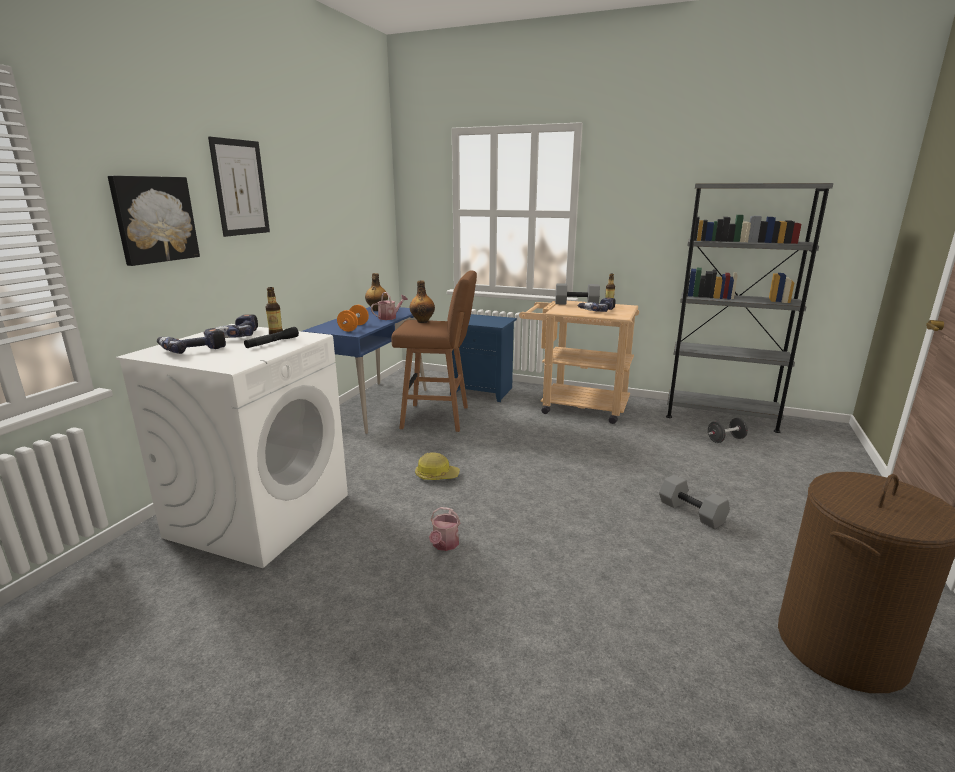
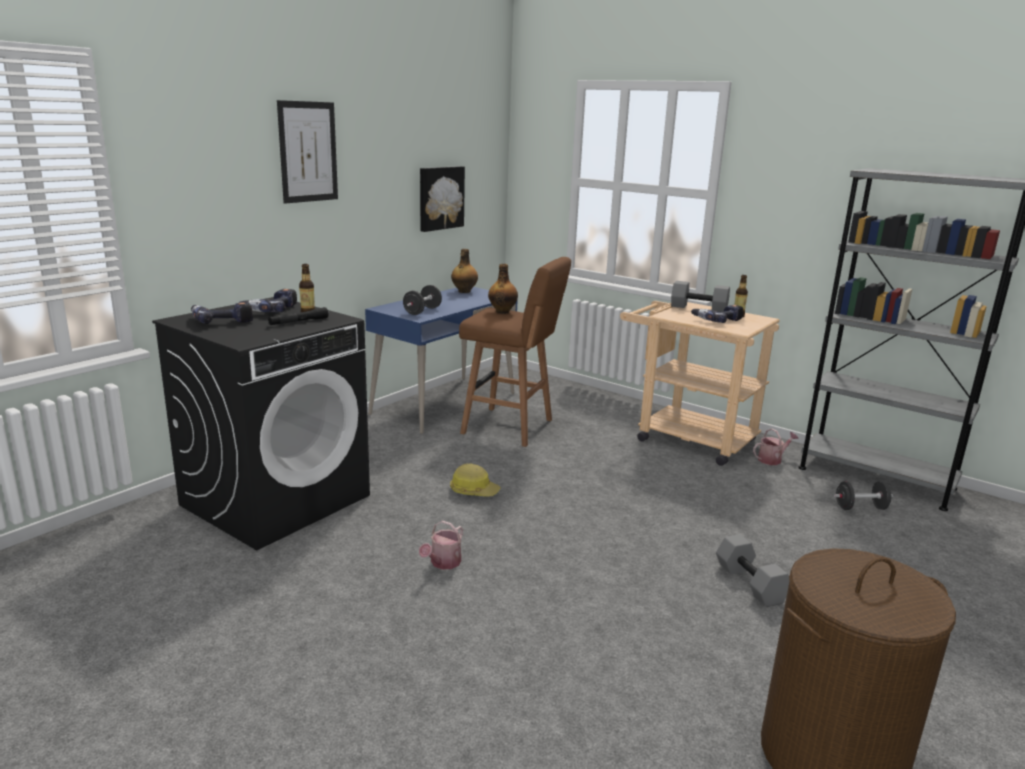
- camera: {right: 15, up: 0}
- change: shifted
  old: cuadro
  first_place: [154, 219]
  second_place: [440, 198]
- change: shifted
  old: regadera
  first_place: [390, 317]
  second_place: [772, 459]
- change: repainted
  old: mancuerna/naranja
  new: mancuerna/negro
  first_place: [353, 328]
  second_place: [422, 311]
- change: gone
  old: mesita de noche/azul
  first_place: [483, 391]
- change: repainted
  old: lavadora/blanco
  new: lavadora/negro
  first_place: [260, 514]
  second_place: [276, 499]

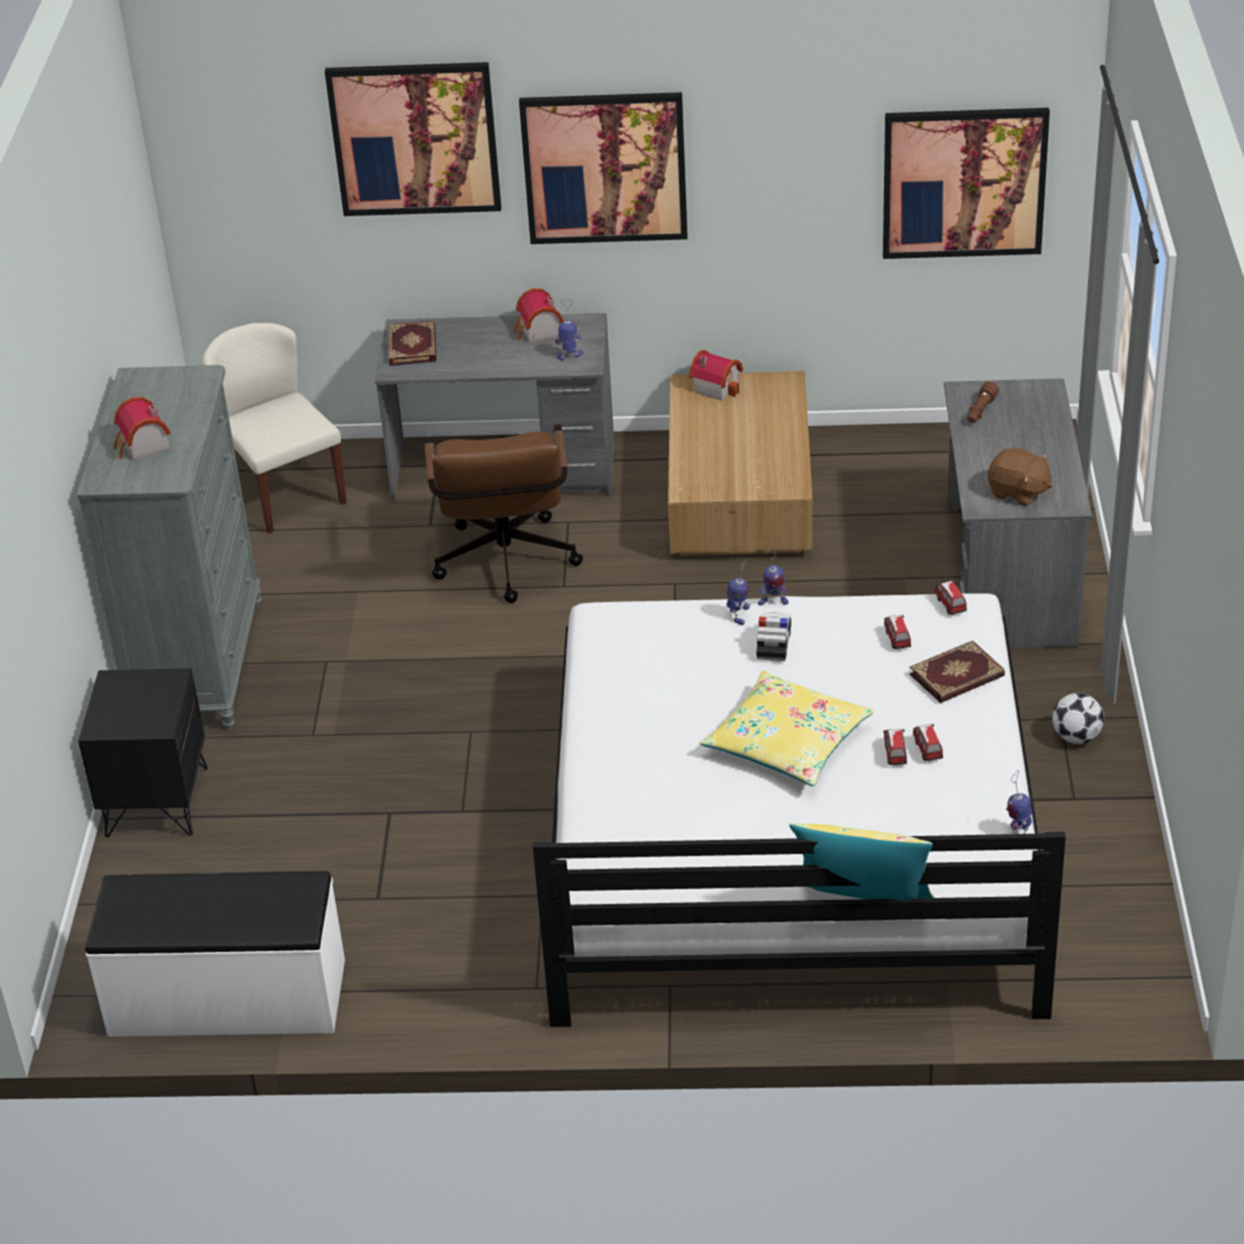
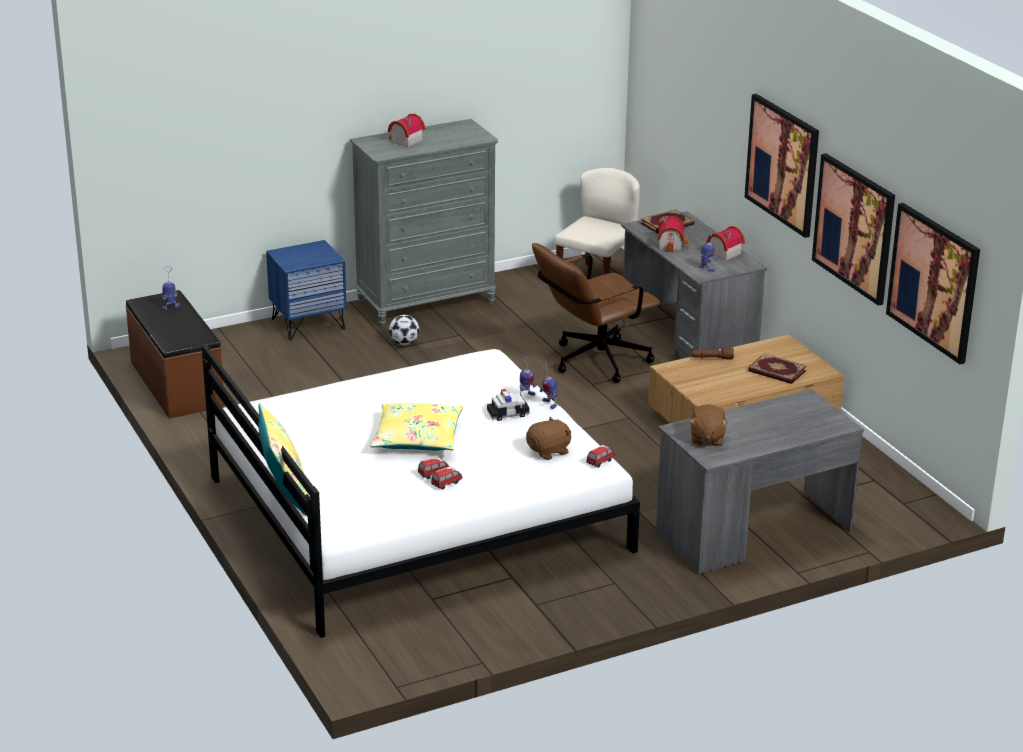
- camera: {right: 60, up: -10}
- change: shifted
  old: cuadro
  first_place: [415, 138]
  second_place: [854, 228]
- change: shifted
  old: casita
  first_place: [717, 386]
  second_place: [672, 245]
- change: shifted
  old: linterna/marrón
  first_place: [980, 411]
  second_place: [712, 358]
- change: swapped
  old: coche de juguete
  new: peluche/marrón
  first_place: [896, 639]
  second_place: [549, 451]
- change: shifted
  old: libro
  first_place: [957, 676]
  second_place: [776, 371]
- change: repainted
  old: mesita de noche/negro
  new: mesita de noche/azul
  first_place: [156, 802]
  second_place: [308, 324]
- change: shifted
  old: balón de fútbol
  first_place: [1076, 737]
  second_place: [404, 343]
- change: shifted
  old: robot de juguete
  first_place: [1018, 832]
  second_place: [171, 307]
- change: repainted
  old: banco/blanco
  new: banco/marrón
  first_place: [227, 999]
  second_place: [176, 384]

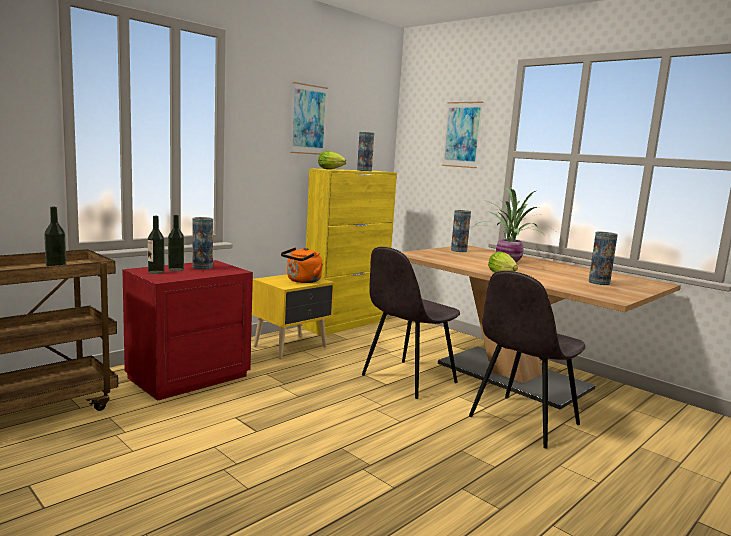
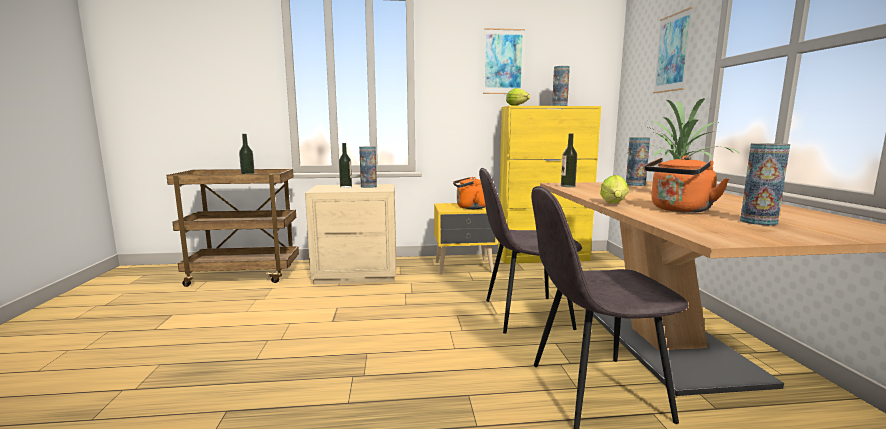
- camera: {right: 40, up: 0}
- change: shifted
  old: botella
  first_place: [156, 272]
  second_place: [568, 186]
- change: repainted
  old: mesita de noche/rojo
  new: mesita de noche/beis
  first_place: [188, 377]
  second_place: [356, 274]
- change: new
  new: hervidor/naranja
  second_place: [679, 210]

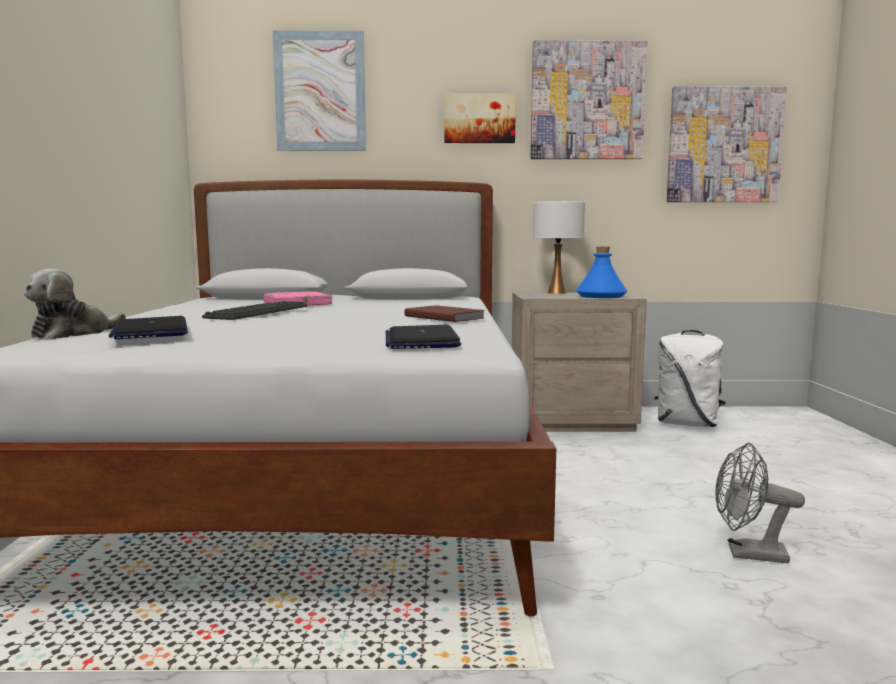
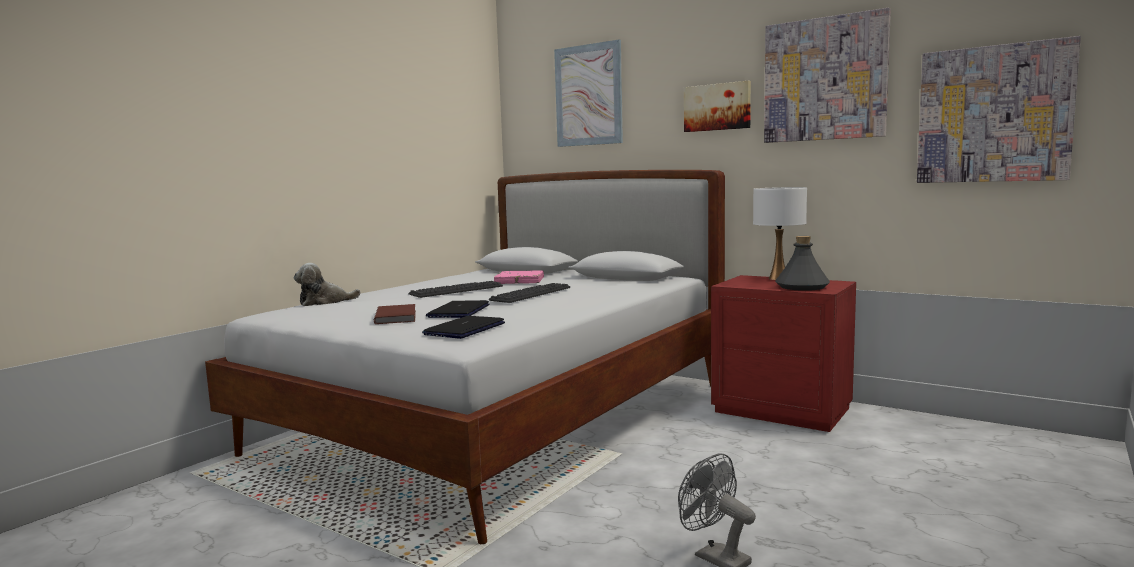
- camera: {right: 35, up: 0}
- change: repainted
  old: botella/azul
  new: botella/gris
  first_place: [600, 296]
  second_place: [801, 287]
- change: repainted
  old: mesita de noche/beis
  new: mesita de noche/rojo
  first_place: [571, 420]
  second_place: [782, 410]
- change: shifted
  old: libro/marrón
  first_place: [445, 317]
  second_place: [397, 316]
- change: shifted
  old: portátil
  first_place: [151, 331]
  second_place: [459, 311]
- change: gone
  old: mochila/blanco
  first_place: [687, 424]
- change: new
  new: teclado
  second_place: [531, 294]

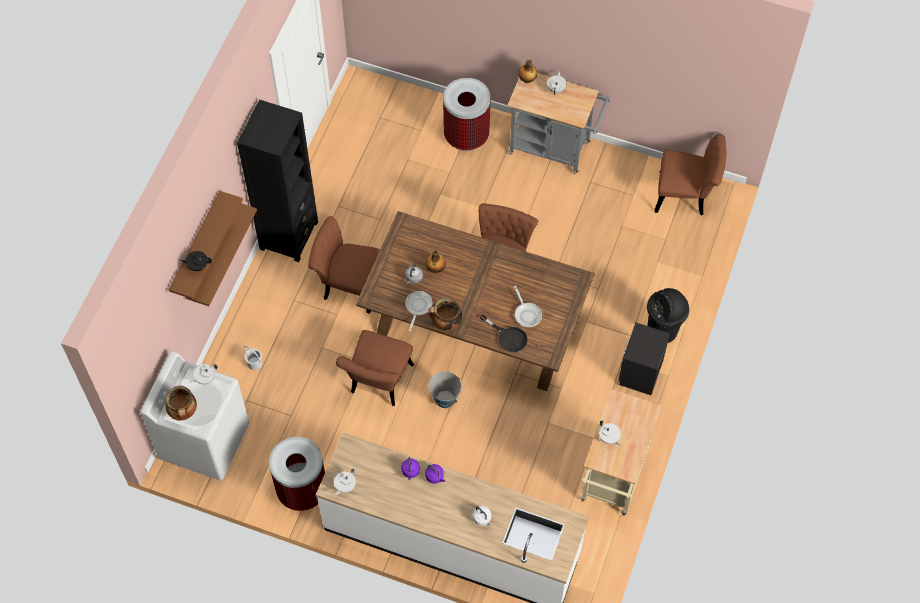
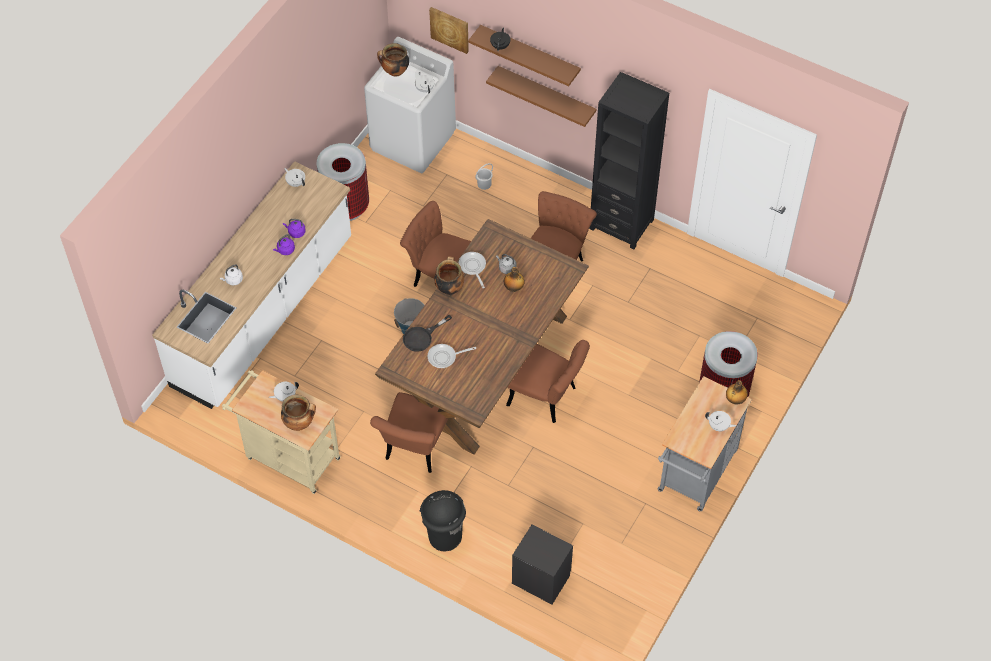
- camera: {right: 100, up: -5}
- change: shifted
  old: silla/marrón
  first_place: [686, 195]
  second_place: [414, 449]
- change: rotated
  old: sartén
  first_place: [418, 307]
  second_place: [473, 267]
  degrees: -135
- change: shifted
  old: mesita de noche/negro
  first_place: [640, 372]
  second_place: [541, 579]
- change: new
  new: cuadro
  second_place: [450, 29]
- change: new
  new: olla
  second_place: [299, 423]

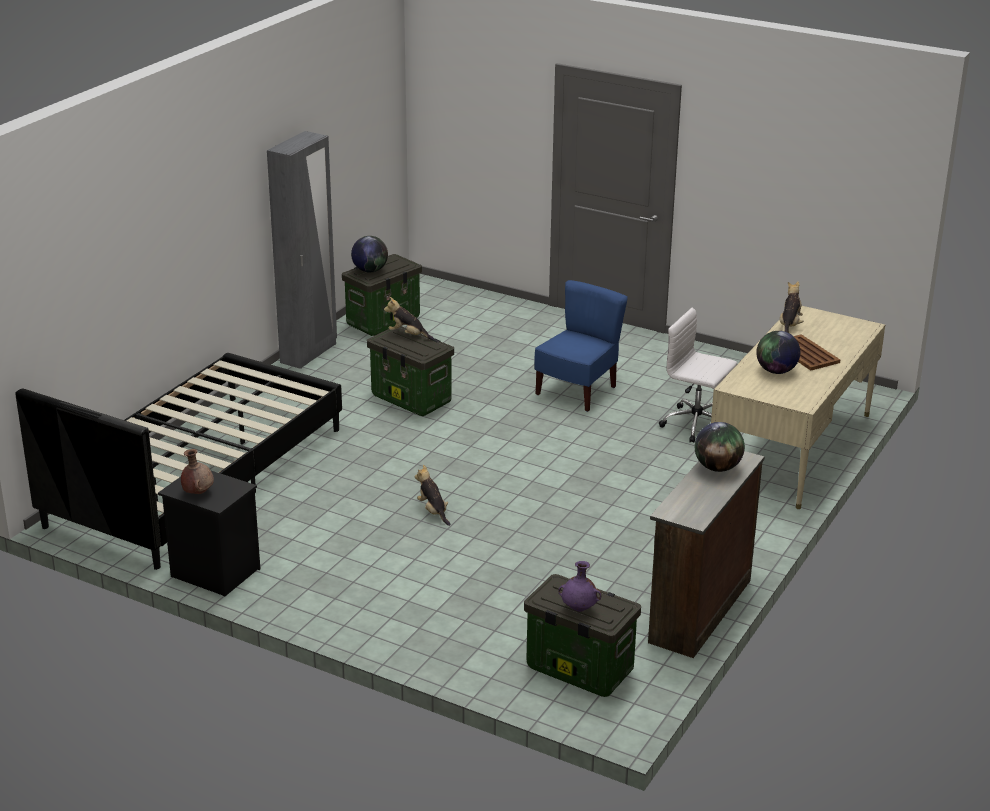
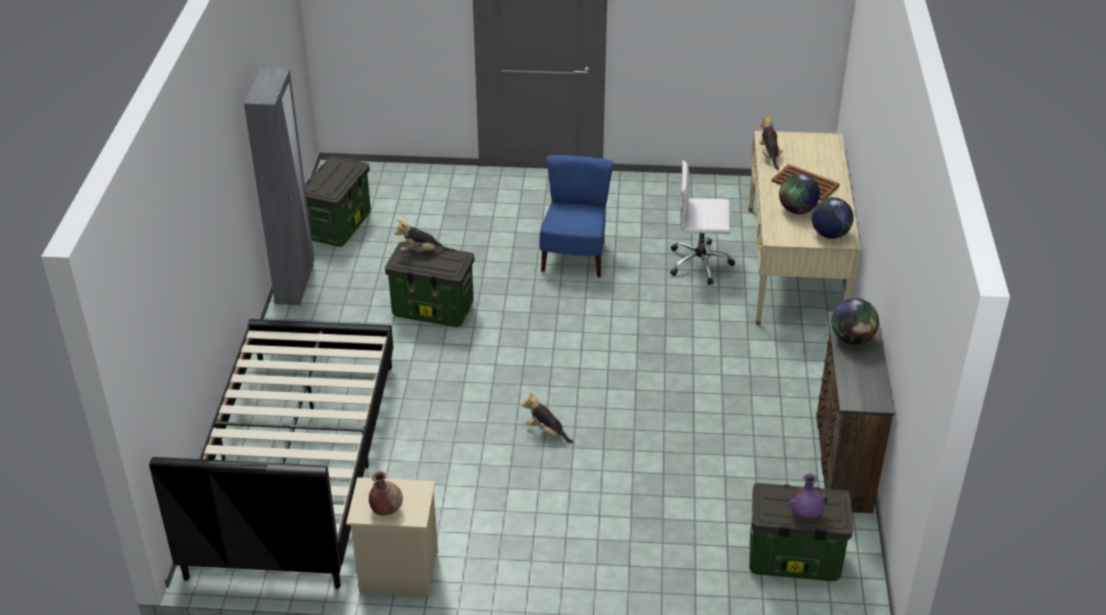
- camera: {right: -25, up: 10}
- change: shifted
  old: globo terráqueo
  first_place: [370, 270]
  second_place: [829, 234]
- change: repainted
  old: mesita de noche/negro
  new: mesita de noche/beis
  first_place: [213, 573]
  second_place: [396, 572]

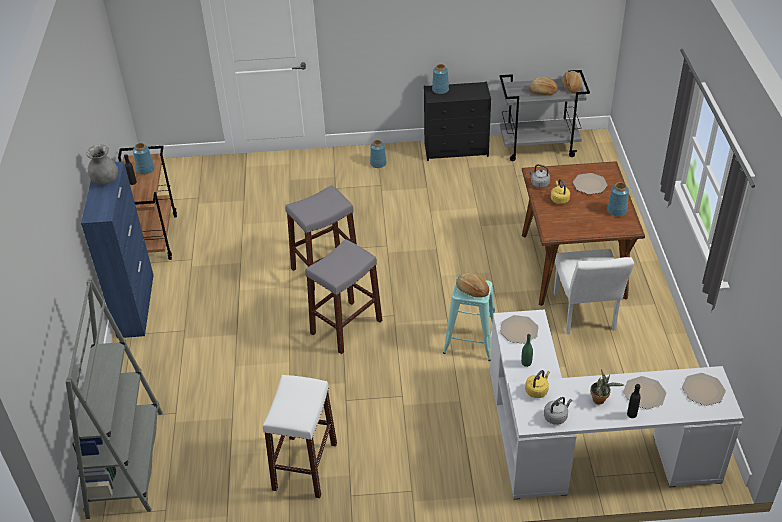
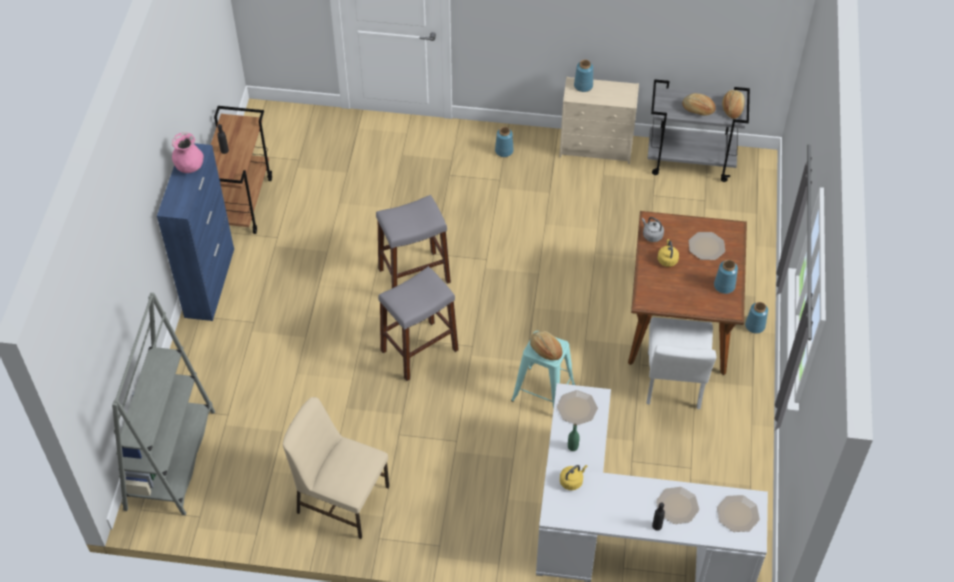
- camera: {right: 10, up: 10}
- change: repainted
  old: cómoda/negro
  new: cómoda/beis
  first_place: [457, 150]
  second_place: [596, 148]
- change: shifted
  old: florero/azul
  first_place: [145, 169]
  second_place: [754, 325]
- change: repainted
  old: florero/gris
  new: florero/rosa
  first_place: [105, 180]
  second_place: [189, 167]
- change: gone
  old: planta en maceta
  first_place: [600, 400]
- change: swapped
  old: taburete/blanco
  new: silla/beis
  first_place: [305, 466]
  second_place: [342, 498]
- change: gone
  old: hervidor/gris
  first_place: [556, 416]

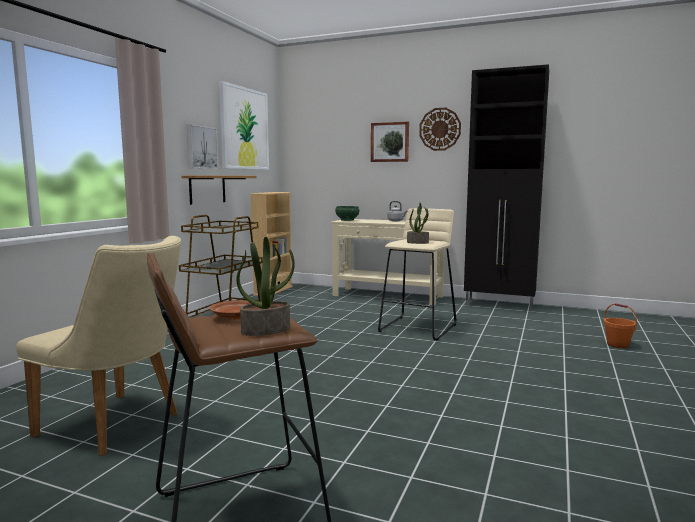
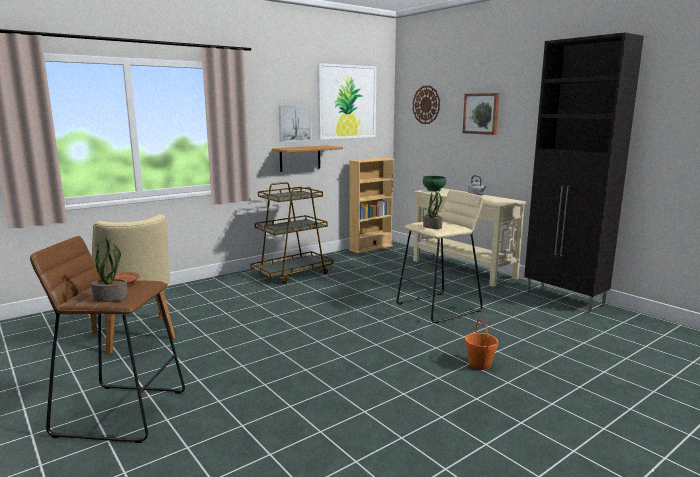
- camera: {right: 30, up: 5}
- change: shifted
  old: reloj de pared
  first_place: [440, 129]
  second_place: [426, 104]
- change: shifted
  old: cubo/naranja
  first_place: [618, 345]
  second_place: [480, 364]

